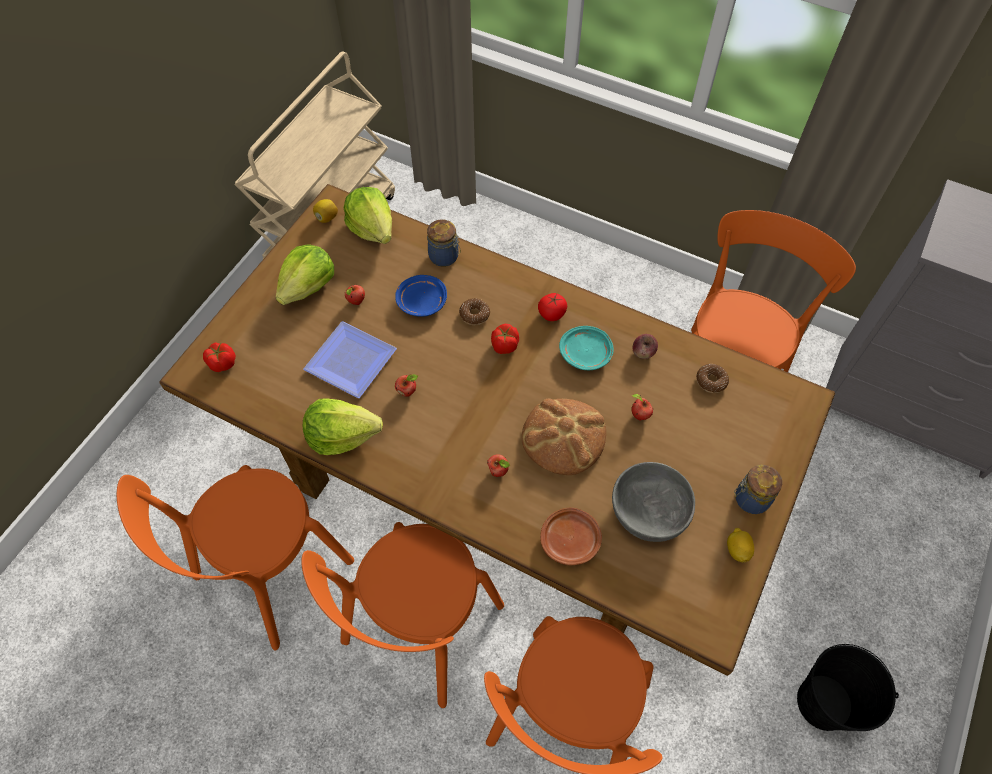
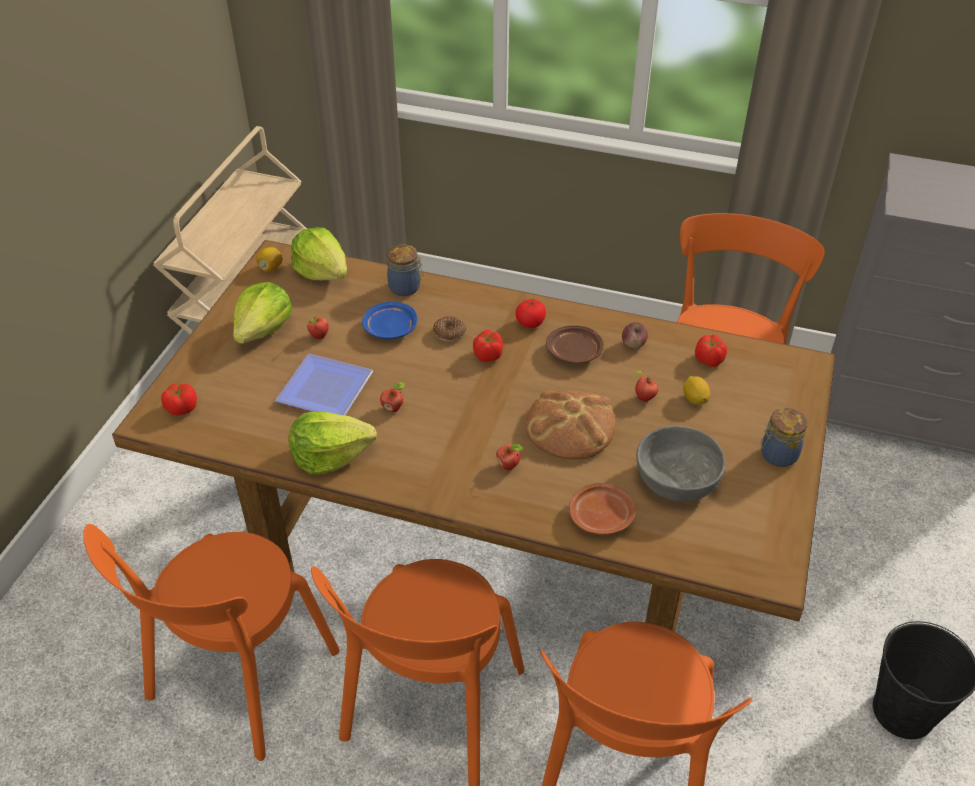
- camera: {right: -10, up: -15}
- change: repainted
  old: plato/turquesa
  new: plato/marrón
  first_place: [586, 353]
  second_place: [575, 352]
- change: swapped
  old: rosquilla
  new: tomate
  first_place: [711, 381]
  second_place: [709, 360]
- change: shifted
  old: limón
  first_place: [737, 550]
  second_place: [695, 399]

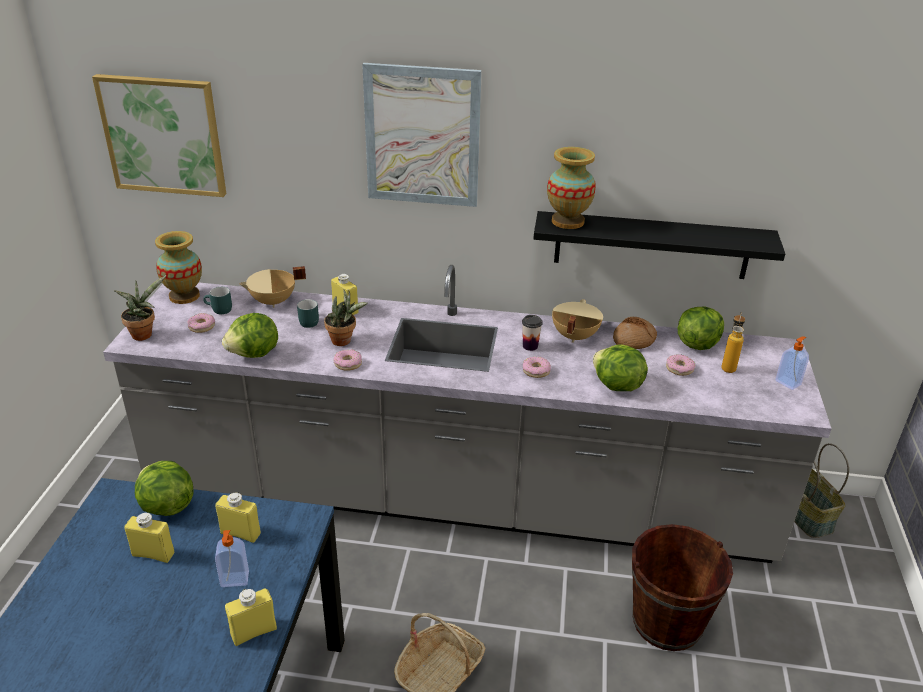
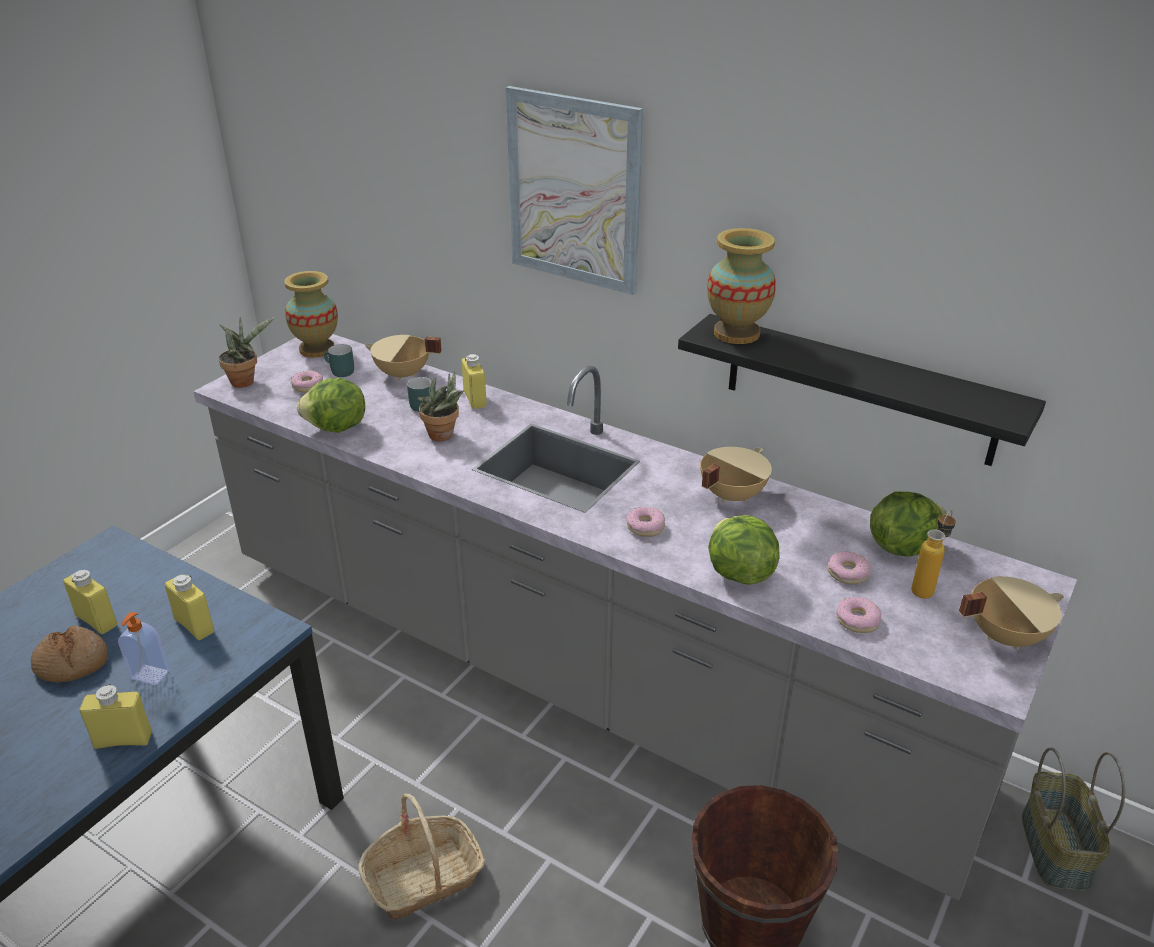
- camera: {right: 25, up: 0}
- change: gone
  old: cuadro
  first_place: [163, 135]
- change: gone
  old: taza
  first_place: [530, 346]
- change: shifted
  old: pan
  first_place: [634, 340]
  second_place: [72, 663]
- change: swapped
  old: dispensador de jabón
  new: olla/beis
  first_place: [788, 382]
  second_place: [1004, 635]
- change: shifted
  old: rosquilla
  first_place: [348, 364]
  second_place: [857, 620]
- change: gone
  old: lechuga
  first_place: [166, 506]

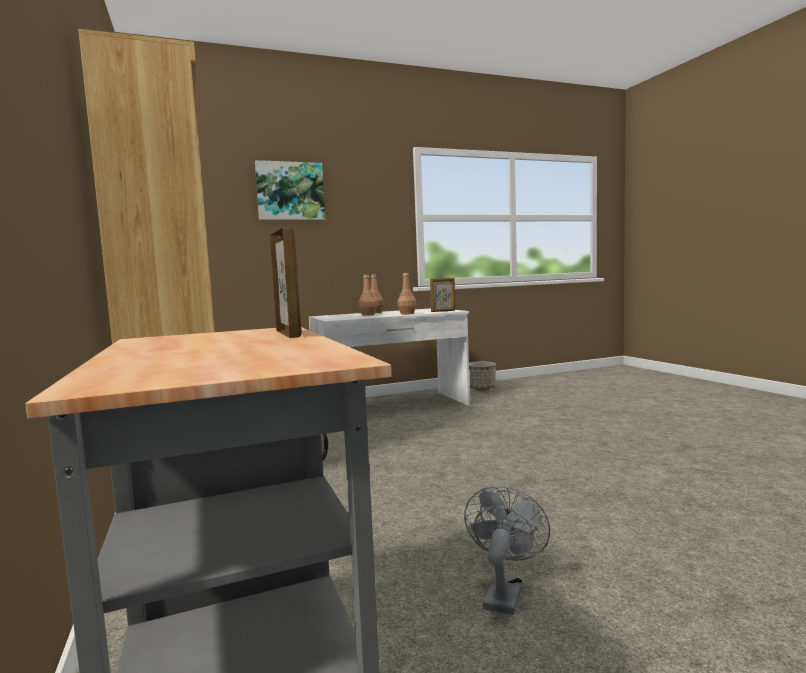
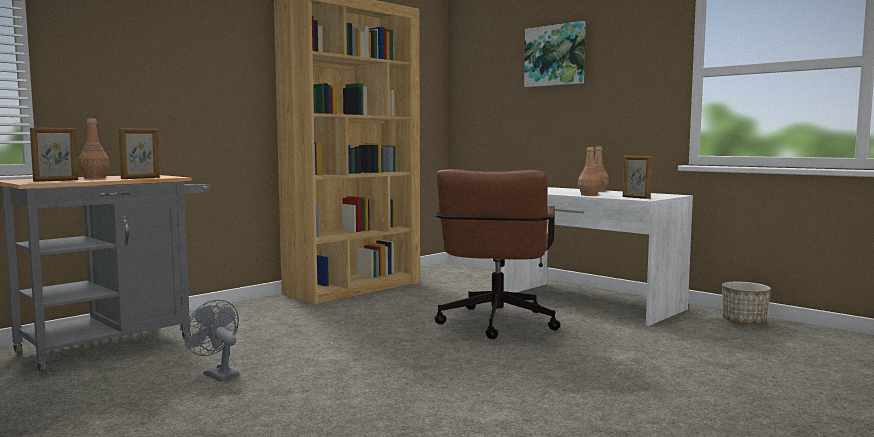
- camera: {right: 65, up: 0}
- change: shifted
  old: botella/marrón
  first_place: [368, 315]
  second_place: [94, 178]
- change: rotated
  old: ventilador/gris
  first_place: [504, 593]
  second_place: [217, 375]
  degrees: -135
- change: new
  new: portarretratos
  second_place: [56, 180]
- change: new
  new: silla de oficina/marrón
  second_place: [495, 326]

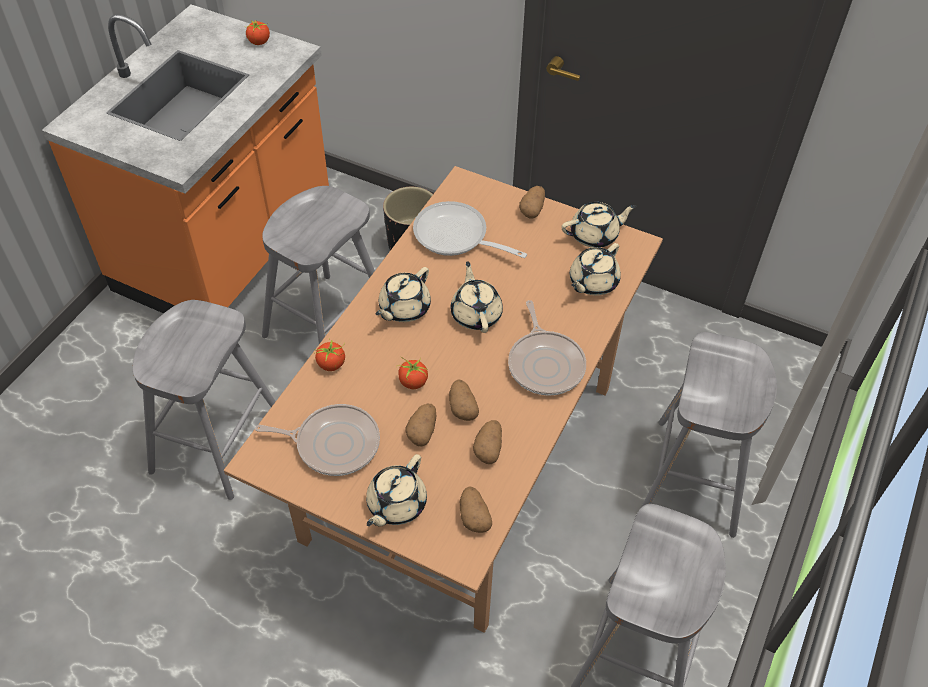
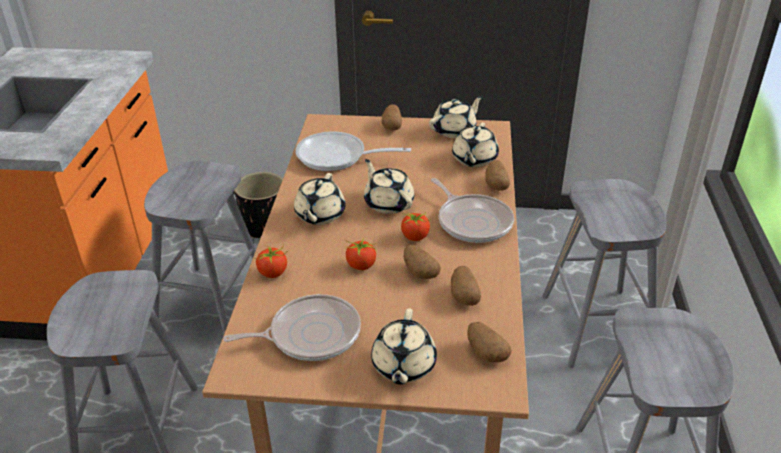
- camera: {right: -20, up: -15}
- change: shifted
  old: tomate
  first_place: [259, 42]
  second_place: [415, 237]
- change: shifted
  old: patata
  first_place: [422, 431]
  second_place: [496, 184]

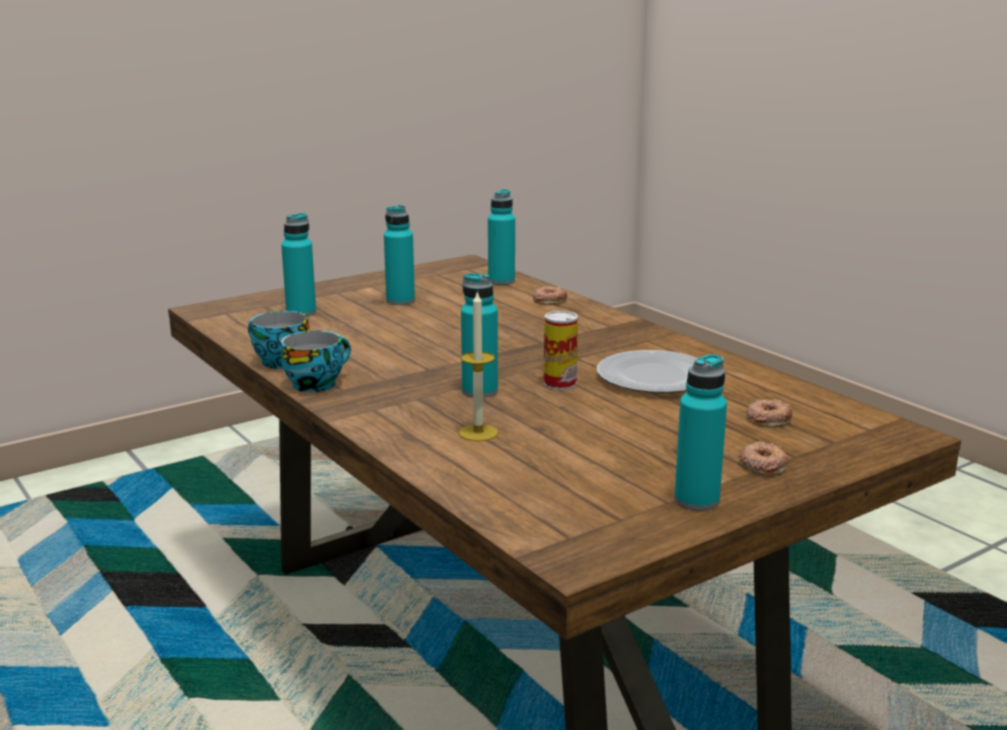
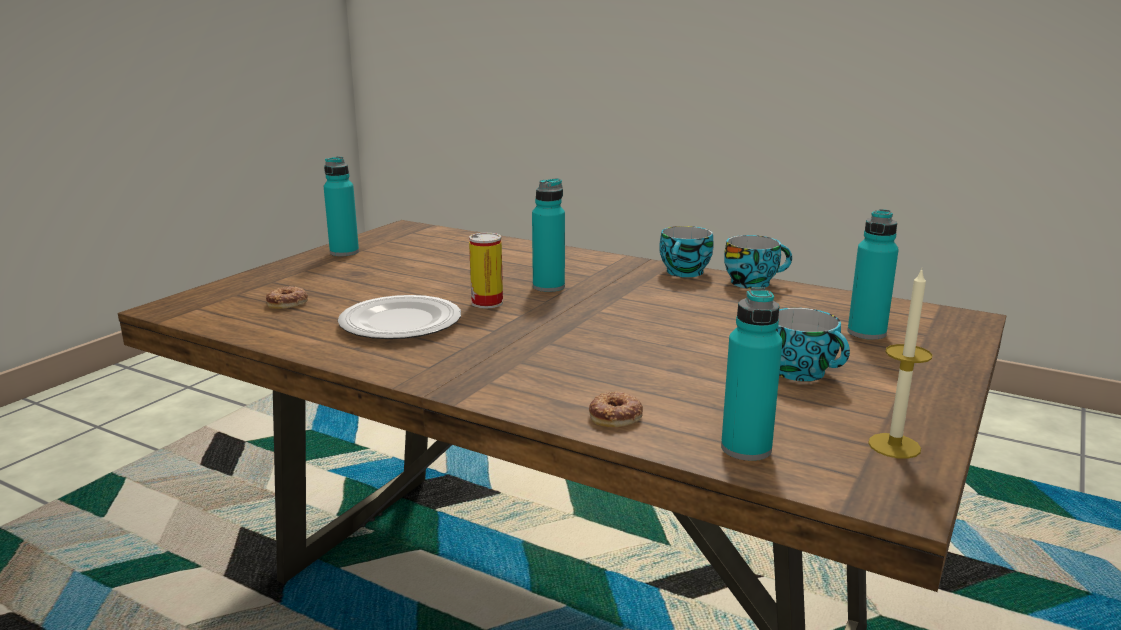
- camera: {right: 155, up: 0}
- change: swapped
  old: botella/turquesa
  new: taza
  first_place: [400, 301]
  second_place: [803, 372]
- change: shifted
  old: vela
  first_place: [478, 433]
  second_place: [894, 446]
- change: gone
  old: rosquilla
  first_place: [762, 465]

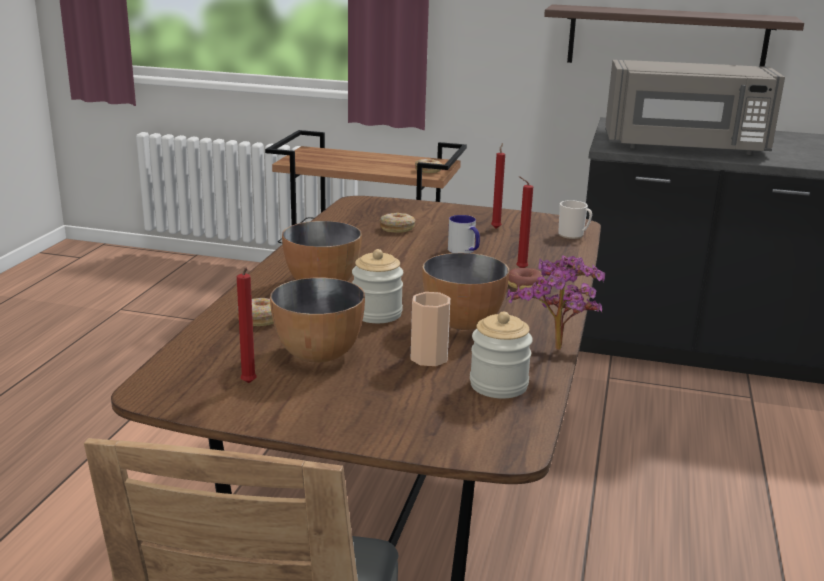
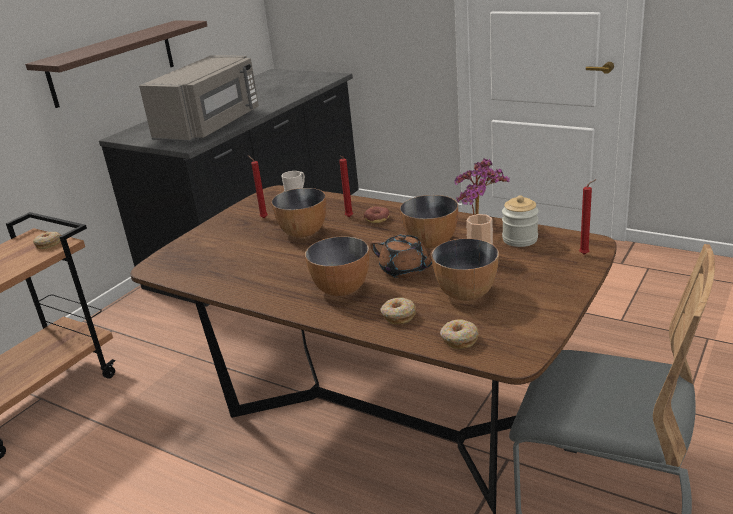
- camera: {right: -70, up: 5}
- change: shifted
  old: rosquilla
  first_place: [397, 228]
  second_place: [459, 339]
- change: swapped
  old: taza grande
  new: cuenco
  first_place: [464, 251]
  second_place: [303, 232]
- change: swapped
  old: tarro
  new: tetera/marrón
  first_place: [377, 314]
  second_place: [405, 270]
- change: shifted
  old: vela/rojo
  first_place: [249, 384]
  second_place: [585, 254]

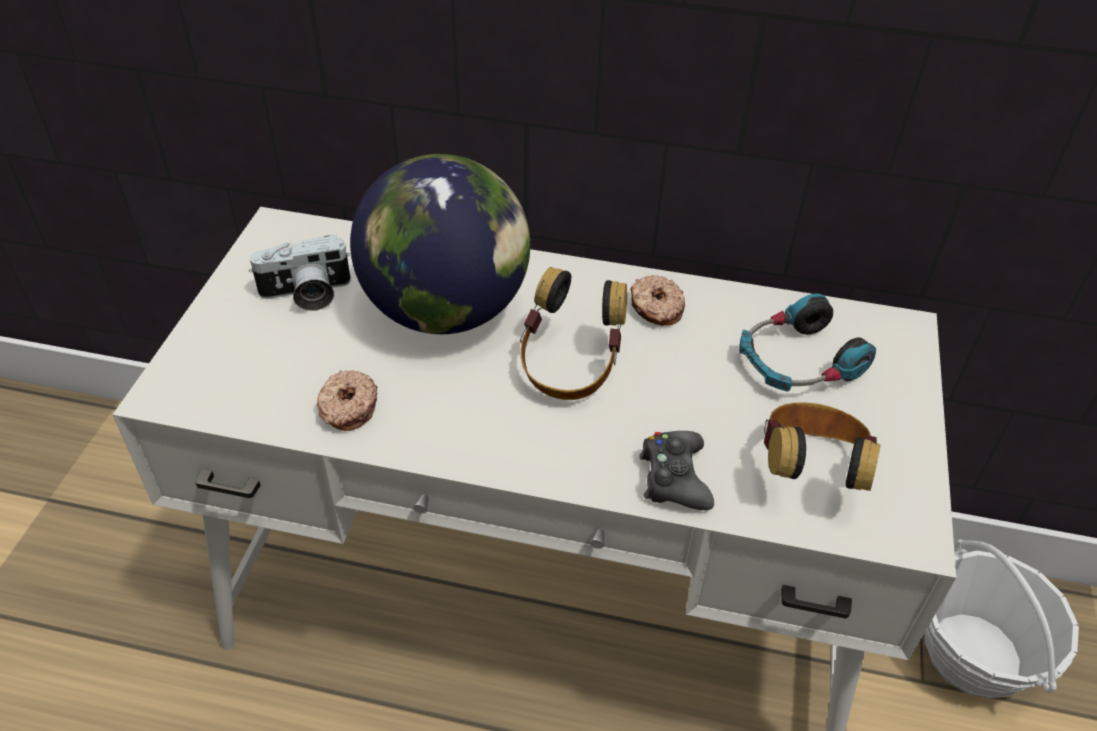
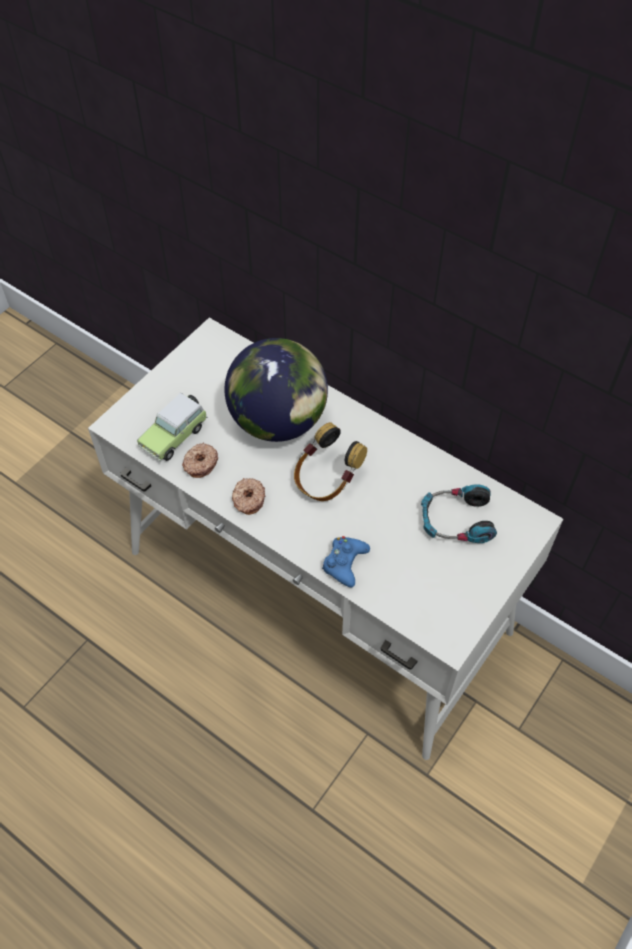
- camera: {right: 25, up: 10}
- change: gone
  old: cámara
  first_place: [306, 294]
- change: shifted
  old: rosquilla
  first_place: [656, 308]
  second_place: [248, 499]
- change: gone
  old: auriculares
  first_place: [809, 470]
- change: repainted
  old: mando de consola/negro
  new: mando de consola/azul
  first_place: [674, 478]
  second_place: [344, 563]
- change: gone
  old: cesta
  first_place: [973, 654]
- change: new
  new: coche de juguete
  second_place: [176, 435]

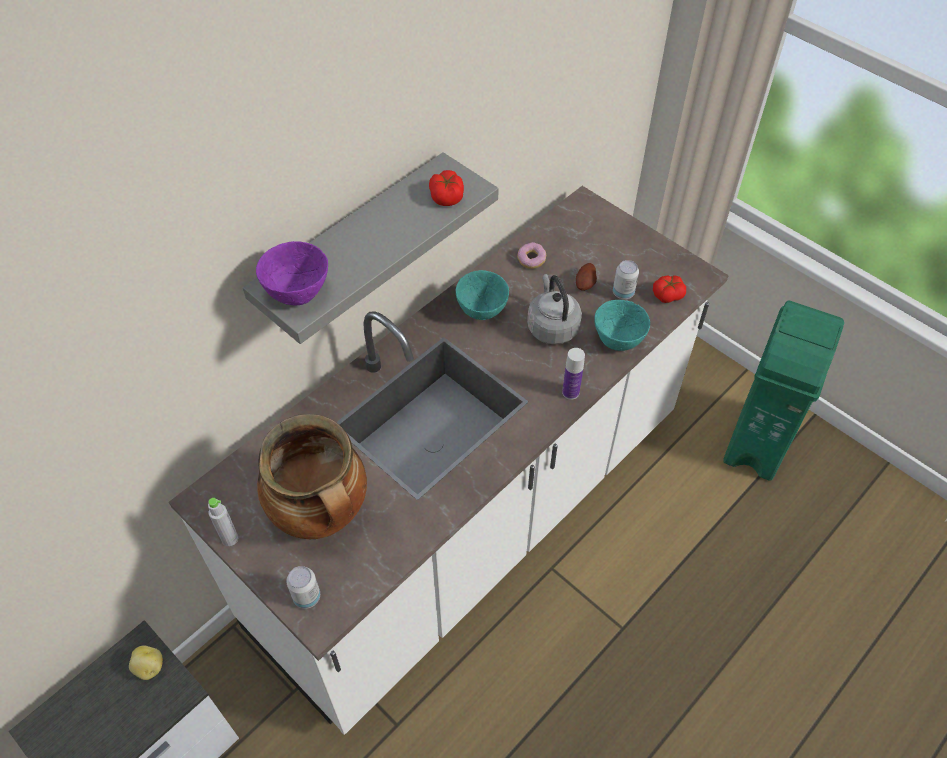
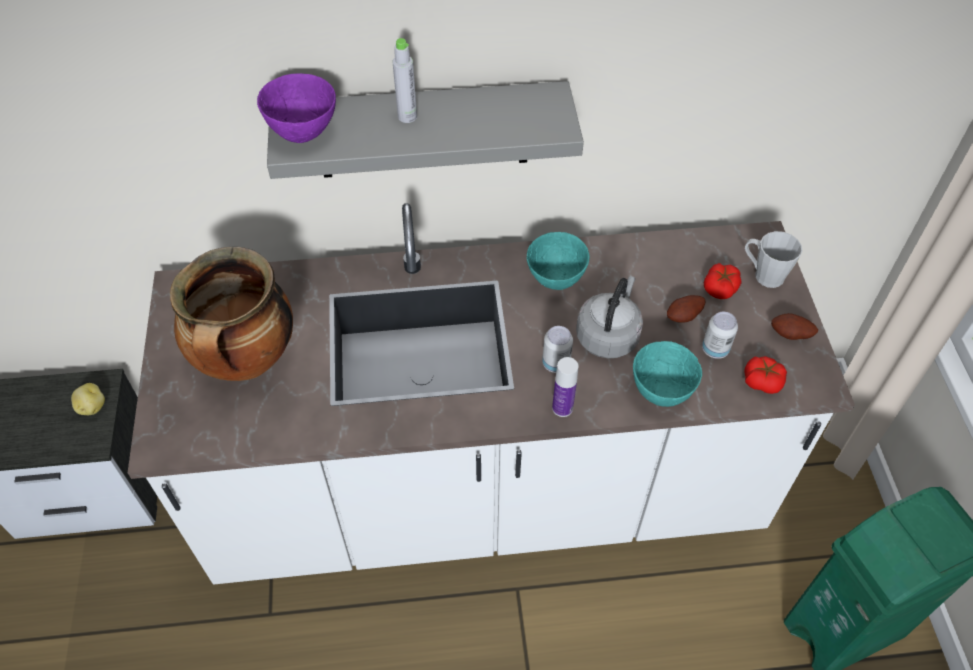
- camera: {right: 40, up: 0}
- change: shifted
  old: tomate
  first_place: [447, 196]
  second_place: [720, 288]
- change: gone
  old: rosquilla
  first_place: [531, 260]
- change: shifted
  old: botella/gris
  first_place: [230, 538]
  second_place: [407, 116]
- change: shifted
  old: lata
  first_place: [307, 597]
  second_place: [556, 363]
- change: new
  new: taza grande/gris
  second_place: [763, 274]
- change: new
  new: patata
  second_place: [790, 335]

